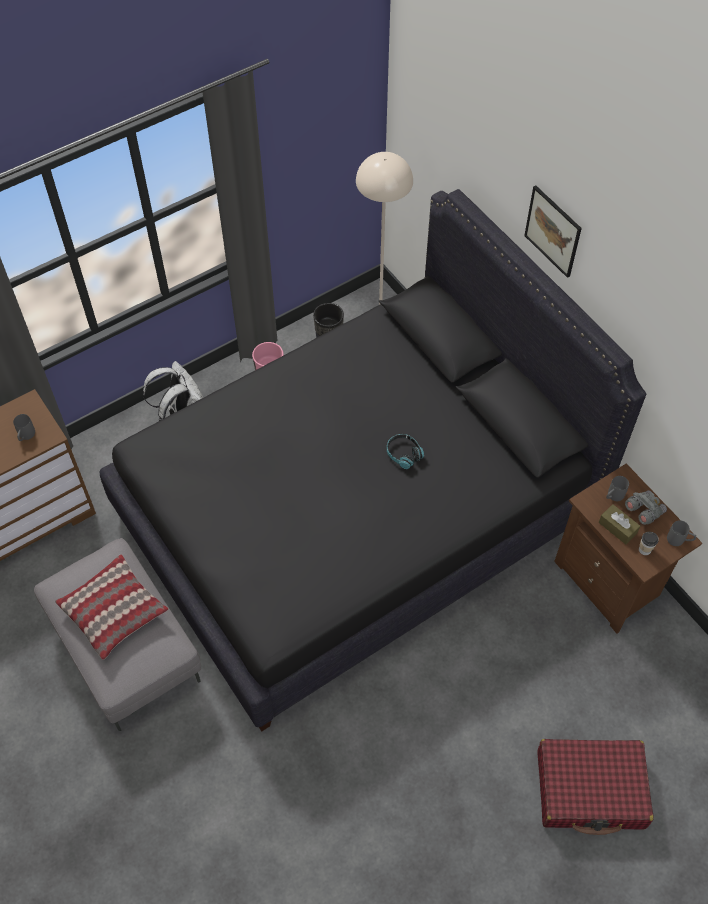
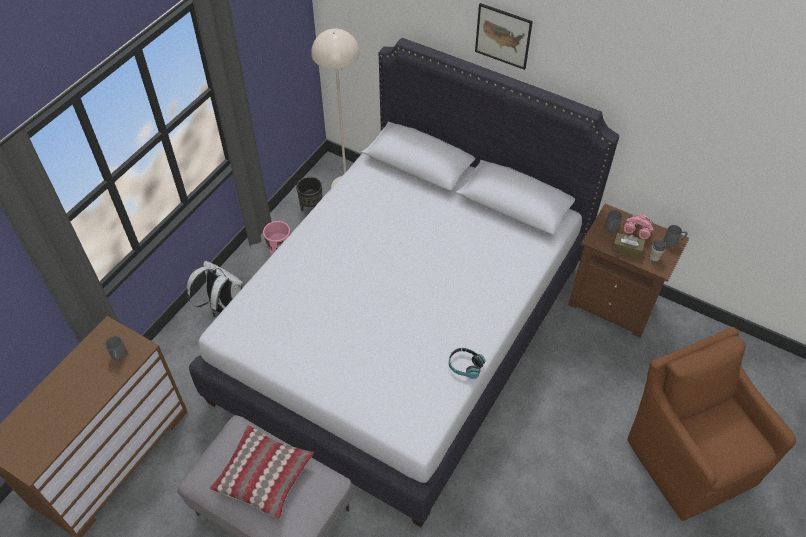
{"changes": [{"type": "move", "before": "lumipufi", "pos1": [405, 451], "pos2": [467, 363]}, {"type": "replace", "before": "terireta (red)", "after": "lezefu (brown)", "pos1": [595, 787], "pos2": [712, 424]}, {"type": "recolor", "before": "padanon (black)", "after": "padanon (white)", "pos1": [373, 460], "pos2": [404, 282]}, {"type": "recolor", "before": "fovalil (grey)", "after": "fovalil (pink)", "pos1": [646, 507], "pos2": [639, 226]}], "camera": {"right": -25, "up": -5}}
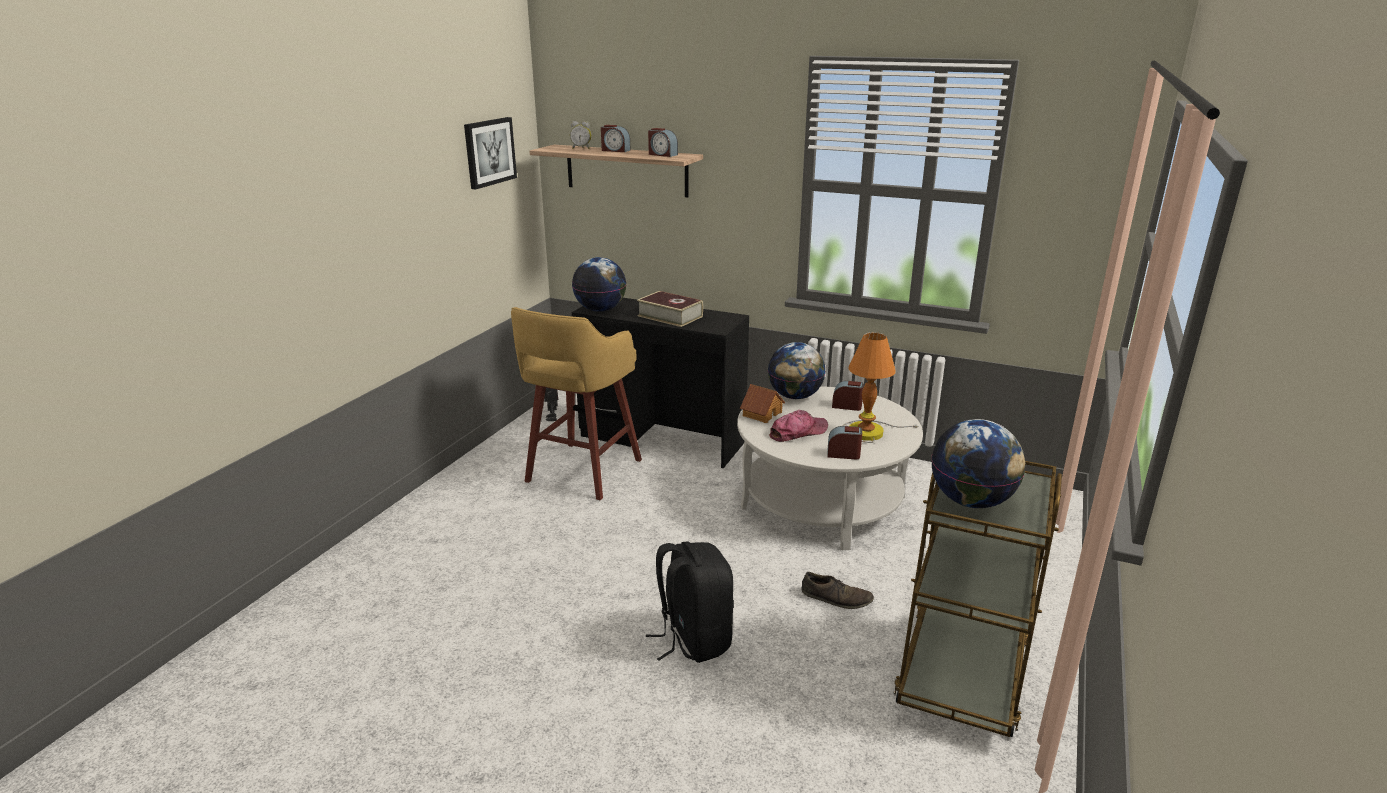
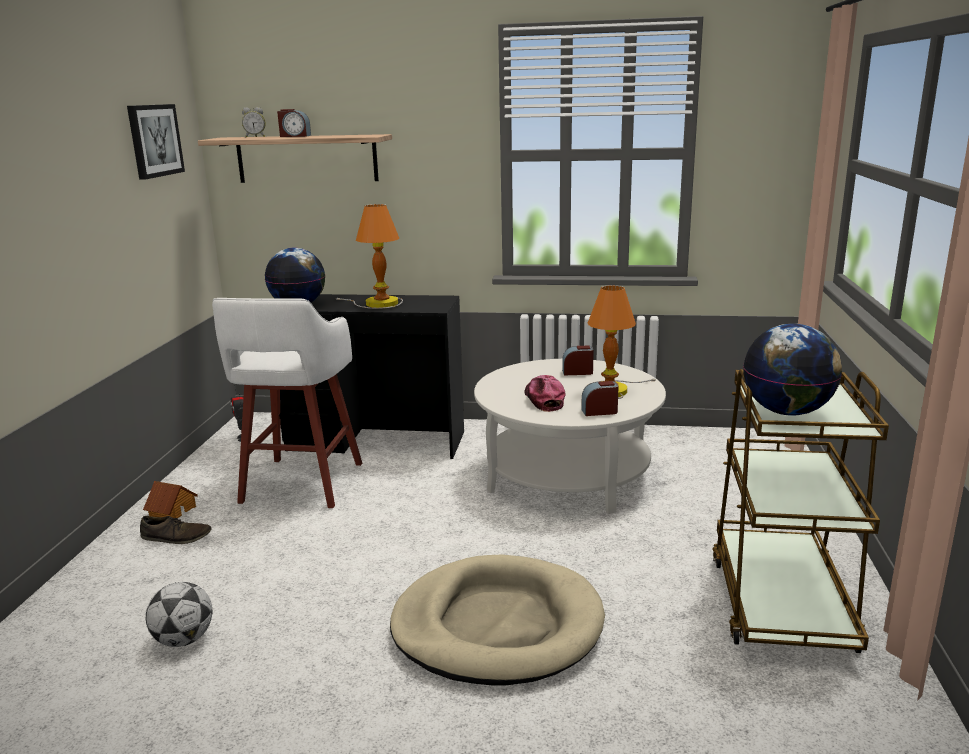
{"changes": [{"type": "delete", "before": "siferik", "pos1": [663, 142]}, {"type": "delete", "before": "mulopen", "pos1": [797, 370]}, {"type": "insert", "after": "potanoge", "pos2": [179, 614]}, {"type": "move", "before": "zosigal", "pos1": [762, 403], "pos2": [170, 500]}, {"type": "move", "before": "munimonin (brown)", "pos1": [837, 590], "pos2": [176, 530]}, {"type": "replace", "before": "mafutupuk", "after": "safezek", "pos1": [670, 309], "pos2": [369, 256]}, {"type": "replace", "before": "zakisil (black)", "after": "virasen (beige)", "pos1": [690, 602], "pos2": [497, 619]}, {"type": "recolor", "before": "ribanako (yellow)", "after": "ribanako (white)", "pos1": [576, 403], "pos2": [287, 403]}, {"type": "rotate", "before": "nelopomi", "pos1": [798, 426], "pos2": [545, 393], "turn": -60}], "camera": {"right": -15, "up": -5}}
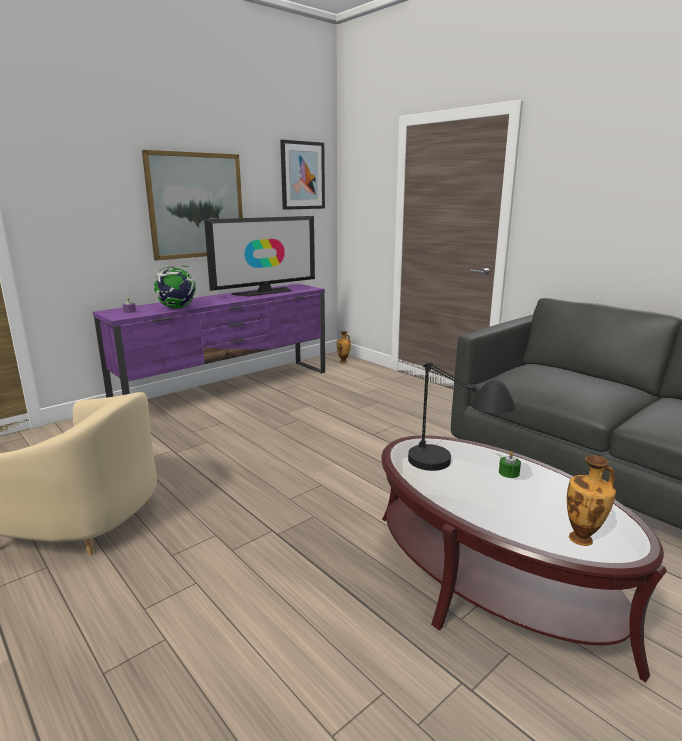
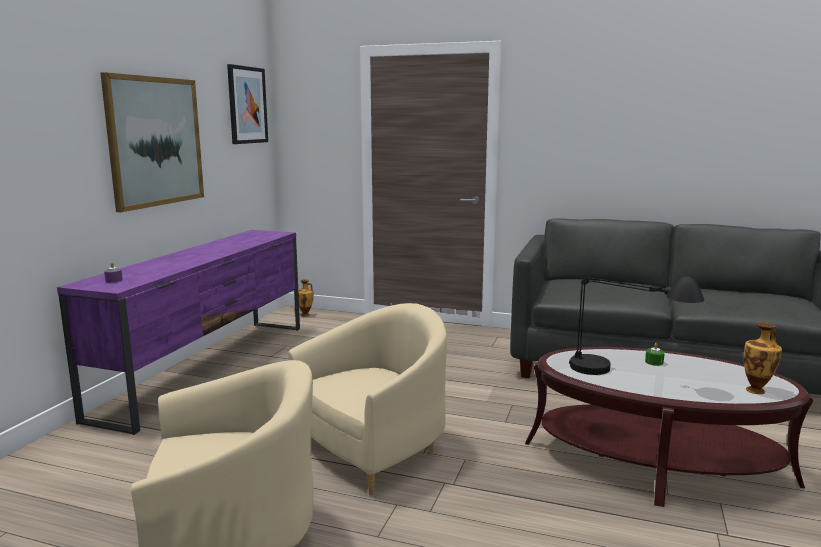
{"changes": [{"type": "delete", "before": "mulopen", "pos1": [175, 287]}, {"type": "delete", "before": "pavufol", "pos1": [259, 256]}, {"type": "insert", "after": "lezefu (beige)", "pos2": [367, 399]}], "camera": {"right": -30, "up": -5}}
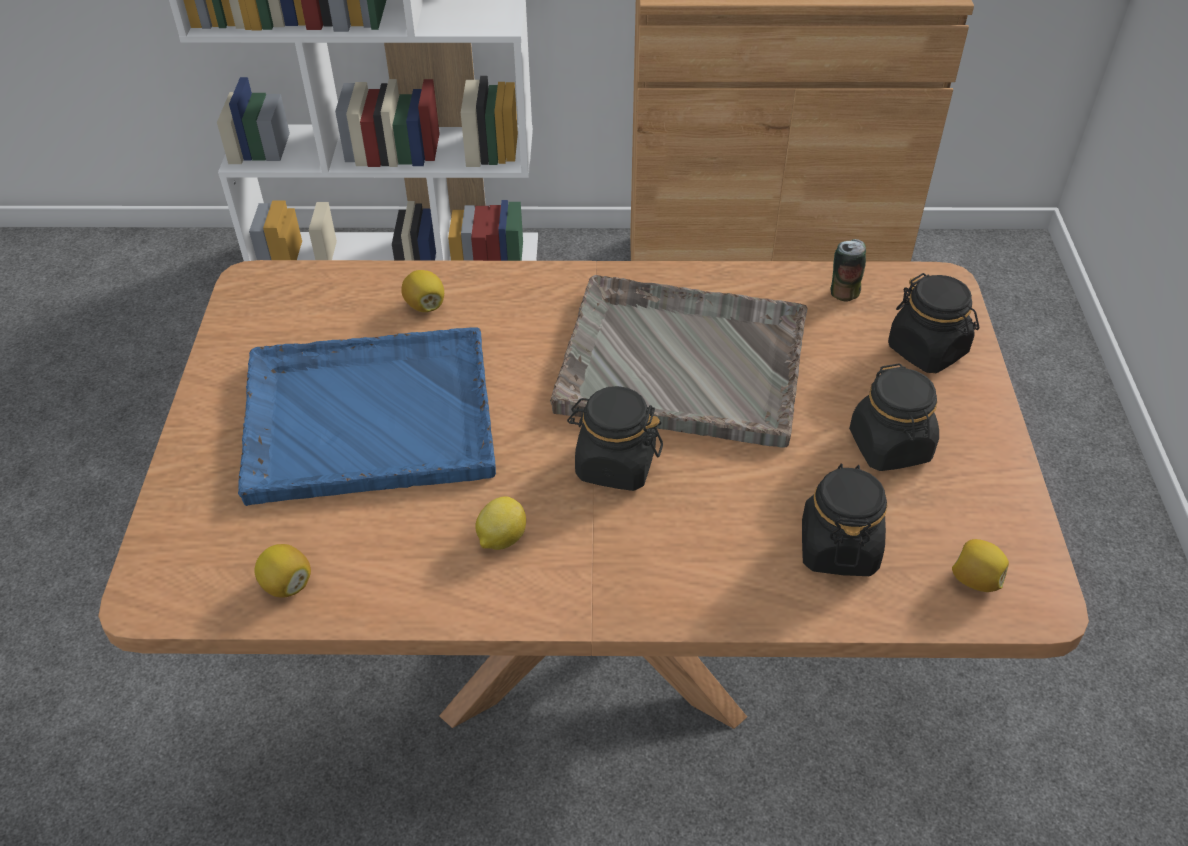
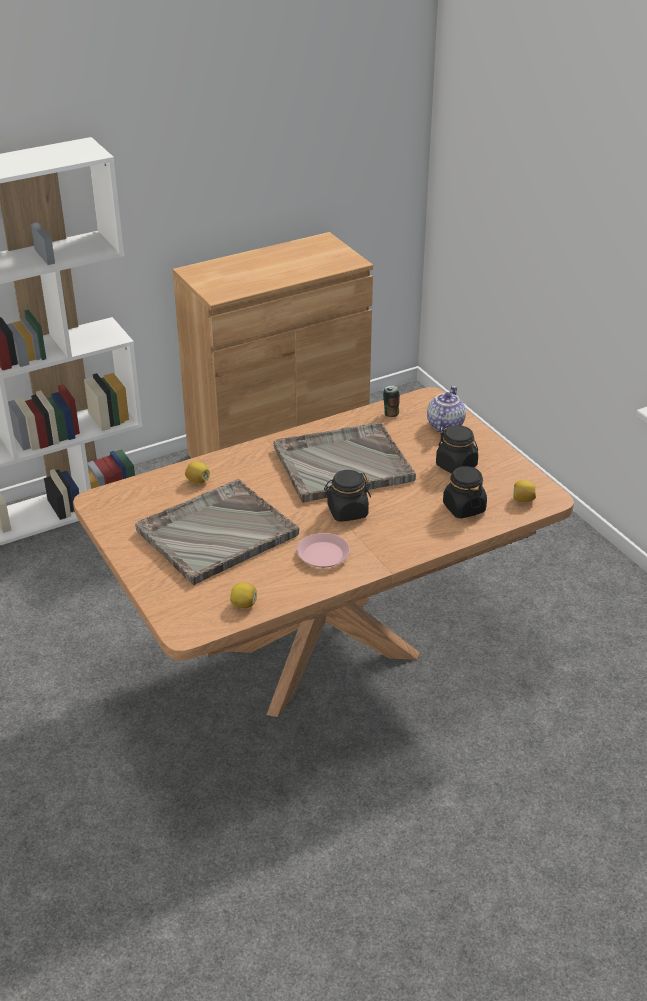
{"changes": [{"type": "replace", "before": "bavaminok", "after": "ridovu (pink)", "pos1": [500, 523], "pos2": [323, 550]}, {"type": "replace", "before": "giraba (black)", "after": "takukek", "pos1": [933, 323], "pos2": [446, 409]}, {"type": "recolor", "before": "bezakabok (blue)", "after": "bezakabok (grey)", "pos1": [367, 416], "pos2": [217, 532]}], "camera": {"right": -30, "up": -10}}
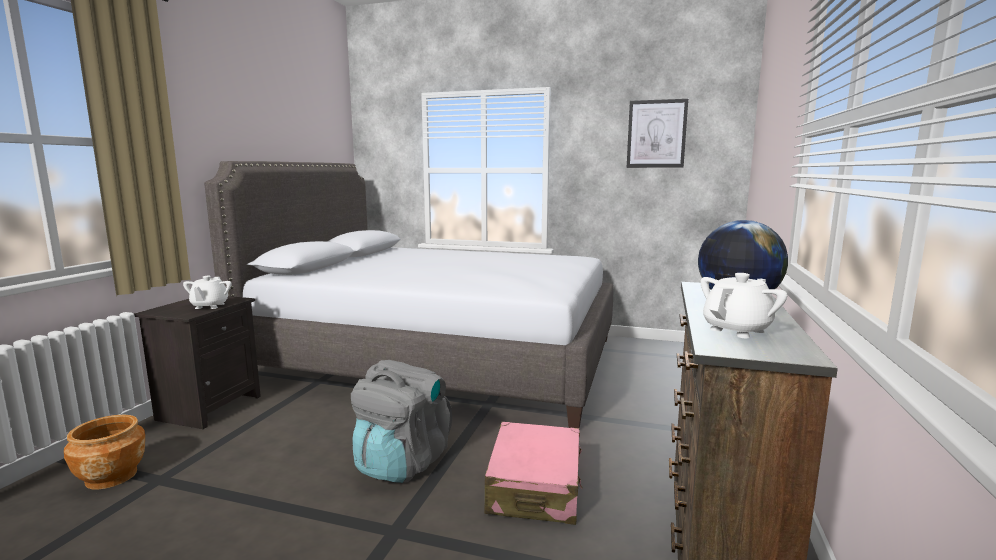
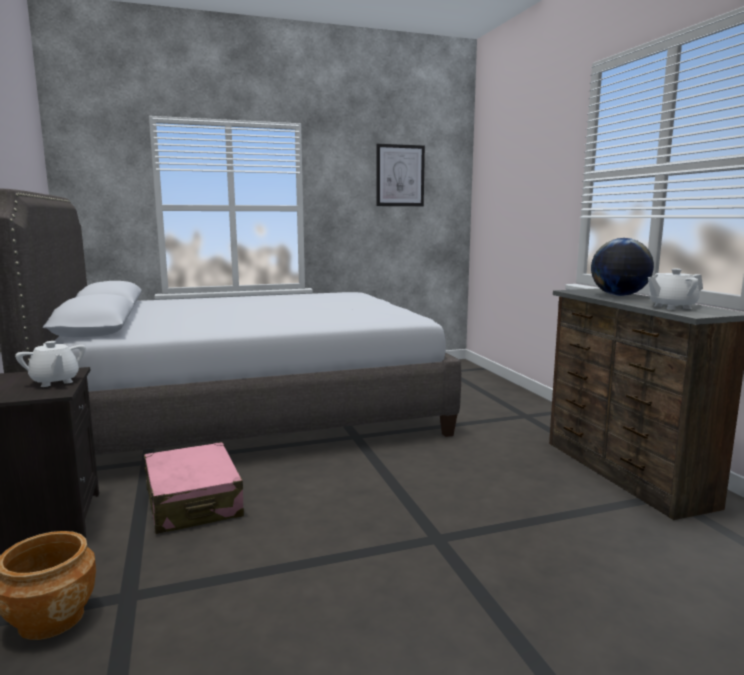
{"changes": [{"type": "delete", "before": "zakisil (grey)", "pos1": [401, 421]}, {"type": "move", "before": "terireta (pink)", "pos1": [533, 473], "pos2": [194, 488]}, {"type": "rotate", "before": "takukek (white)", "pos1": [744, 305], "pos2": [675, 289], "turn": -120}], "camera": {"right": -35, "up": 0}}
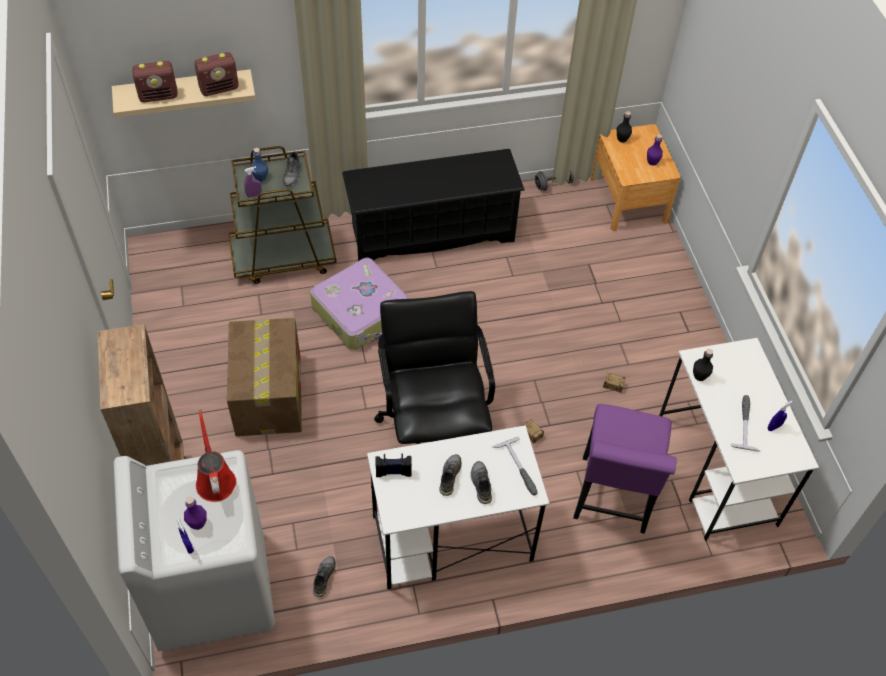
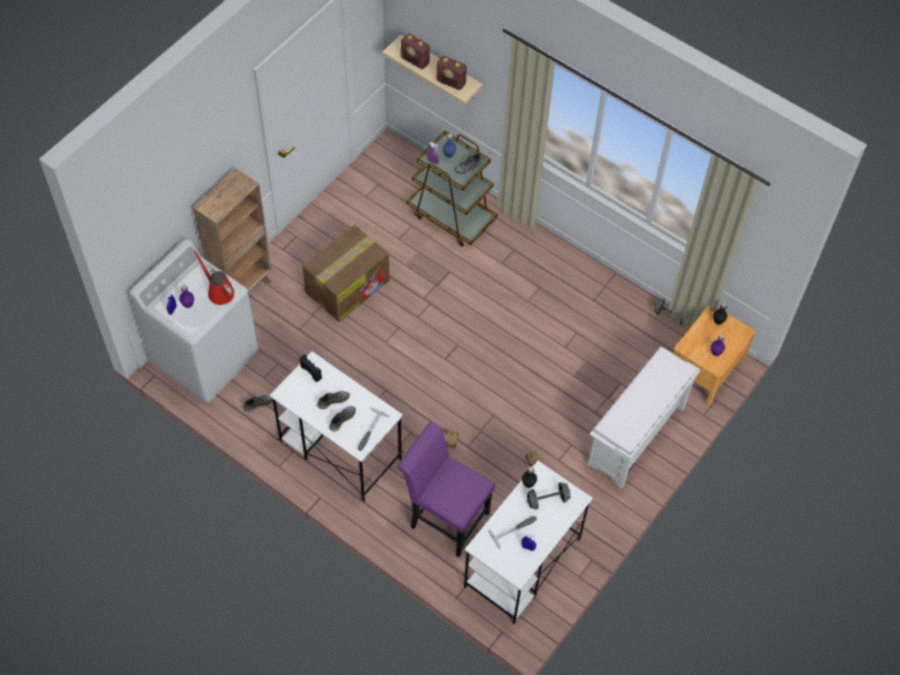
{"changes": [{"type": "delete", "before": "terireta", "pos1": [359, 304]}, {"type": "delete", "before": "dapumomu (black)", "pos1": [433, 205]}, {"type": "delete", "before": "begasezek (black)", "pos1": [434, 367]}, {"type": "insert", "after": "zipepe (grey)", "pos2": [548, 496]}, {"type": "insert", "after": "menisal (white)", "pos2": [643, 418]}, {"type": "rotate", "before": "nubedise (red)", "pos1": [216, 456], "pos2": [214, 278], "turn": -75}, {"type": "rotate", "before": "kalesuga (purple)", "pos1": [625, 469], "pos2": [446, 489], "turn": 60}], "camera": {"right": 50, "up": 5}}
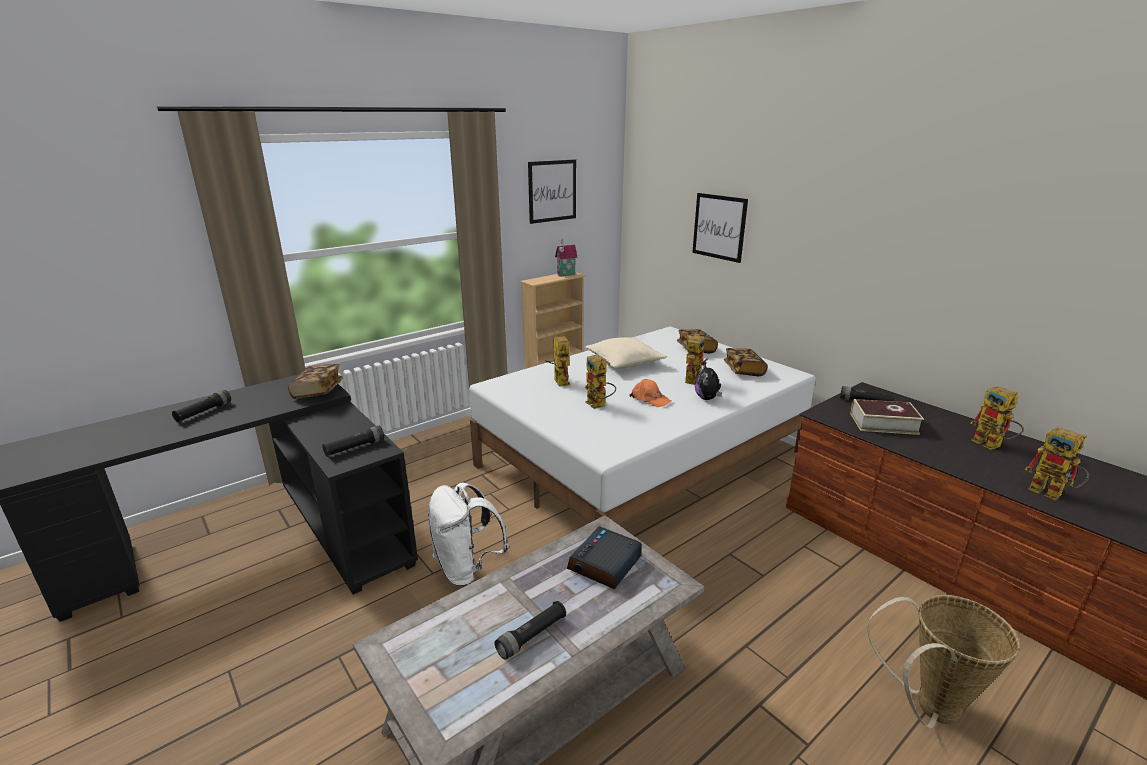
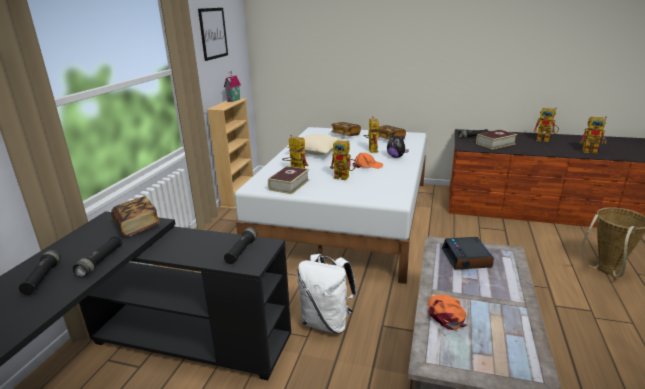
{"changes": [{"type": "delete", "before": "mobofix", "pos1": [720, 228]}, {"type": "insert", "after": "mafutupuk", "pos2": [289, 180]}, {"type": "insert", "after": "nelopomi (orange)", "pos2": [447, 312]}, {"type": "move", "before": "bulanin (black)", "pos1": [530, 630], "pos2": [97, 257]}], "camera": {"right": -35, "up": 0}}
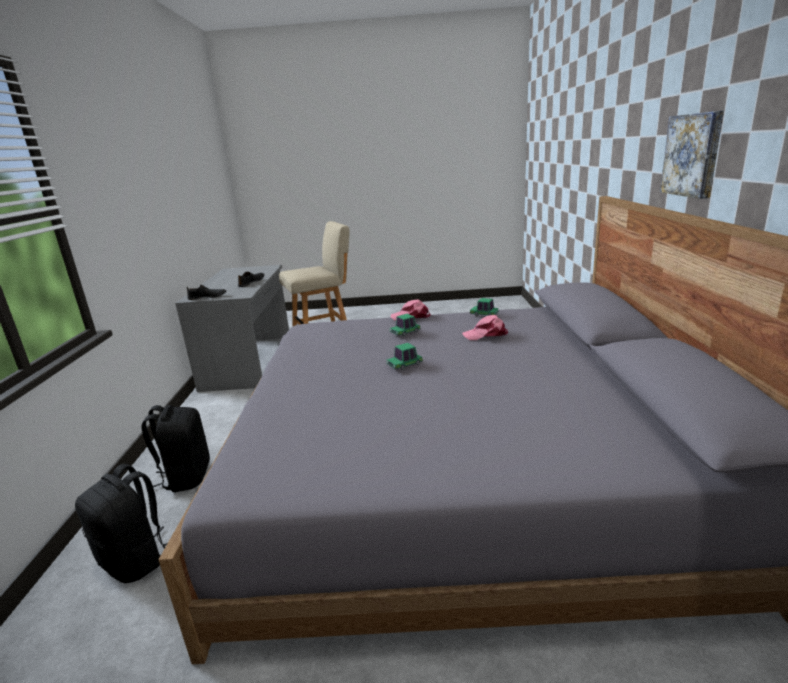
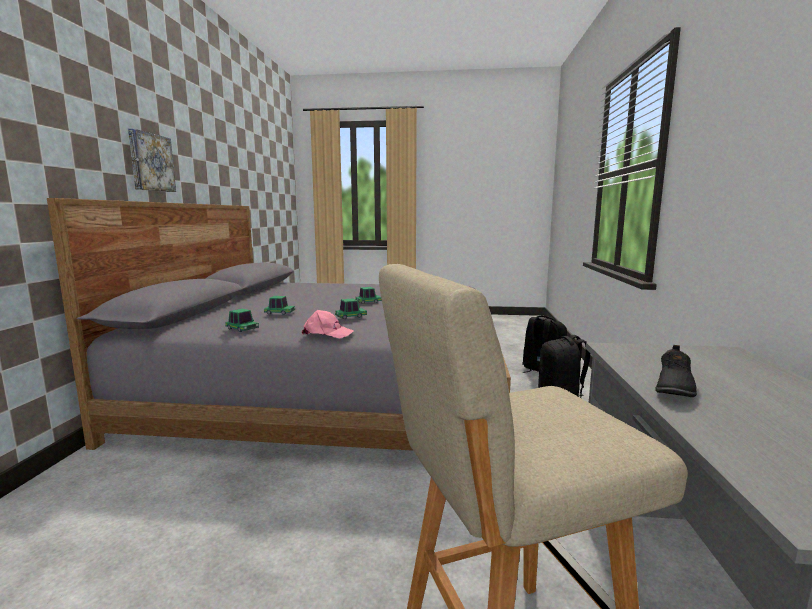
{"changes": [{"type": "delete", "before": "munimonin (black)", "pos1": [206, 292]}, {"type": "replace", "before": "nelopomi (pink)", "after": "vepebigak", "pos1": [485, 327], "pos2": [279, 305]}], "camera": {"right": -175, "up": -10}}
